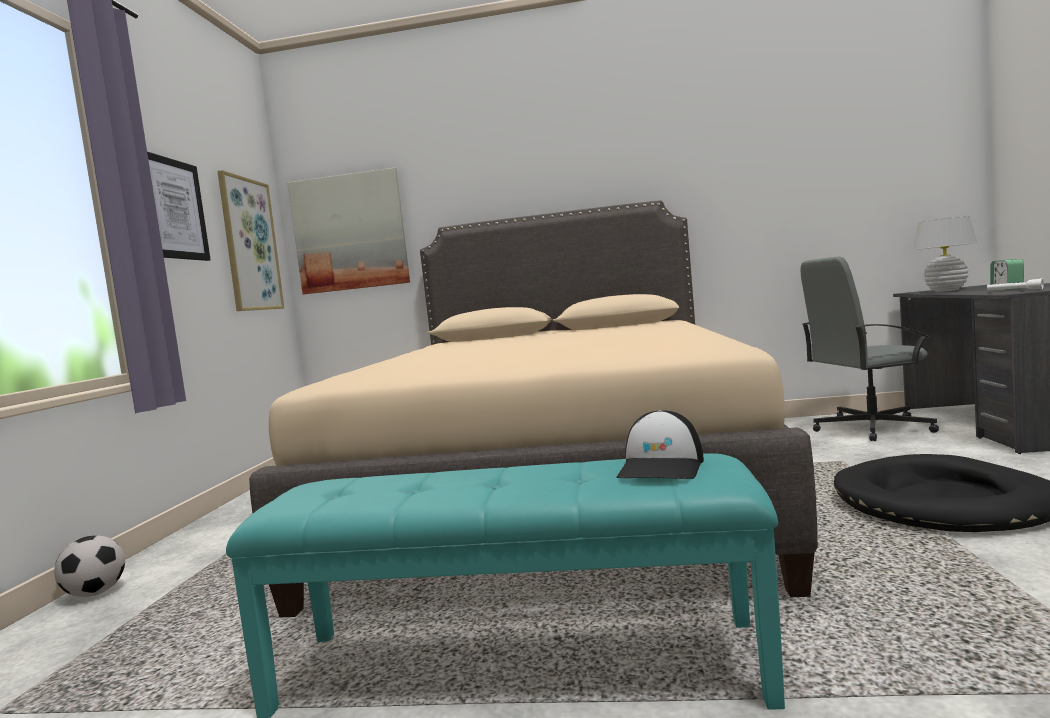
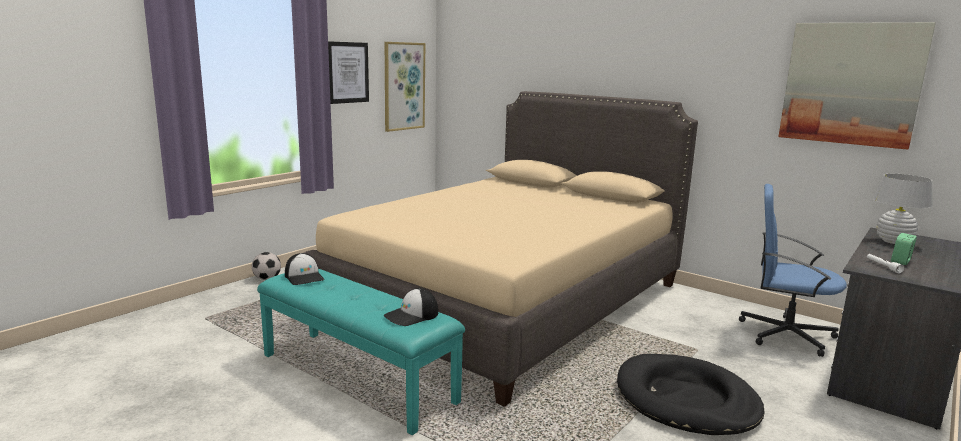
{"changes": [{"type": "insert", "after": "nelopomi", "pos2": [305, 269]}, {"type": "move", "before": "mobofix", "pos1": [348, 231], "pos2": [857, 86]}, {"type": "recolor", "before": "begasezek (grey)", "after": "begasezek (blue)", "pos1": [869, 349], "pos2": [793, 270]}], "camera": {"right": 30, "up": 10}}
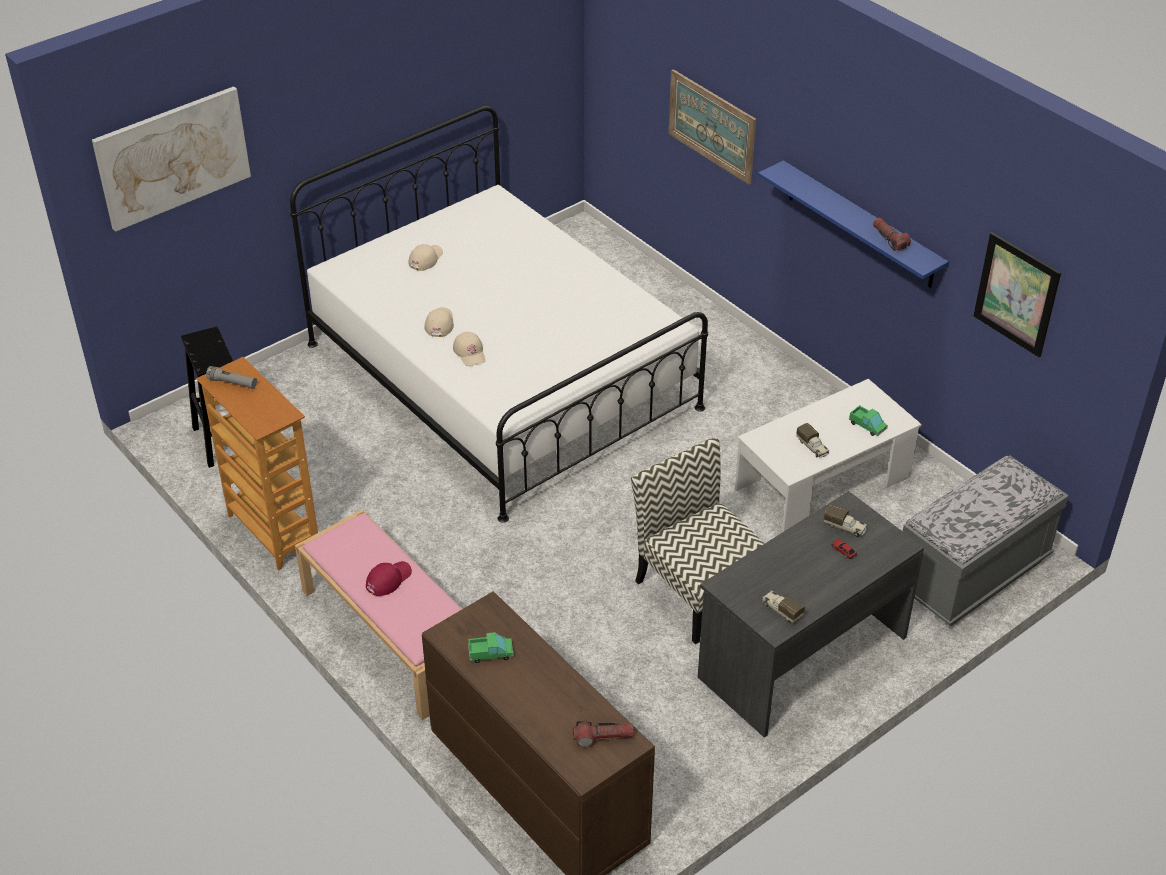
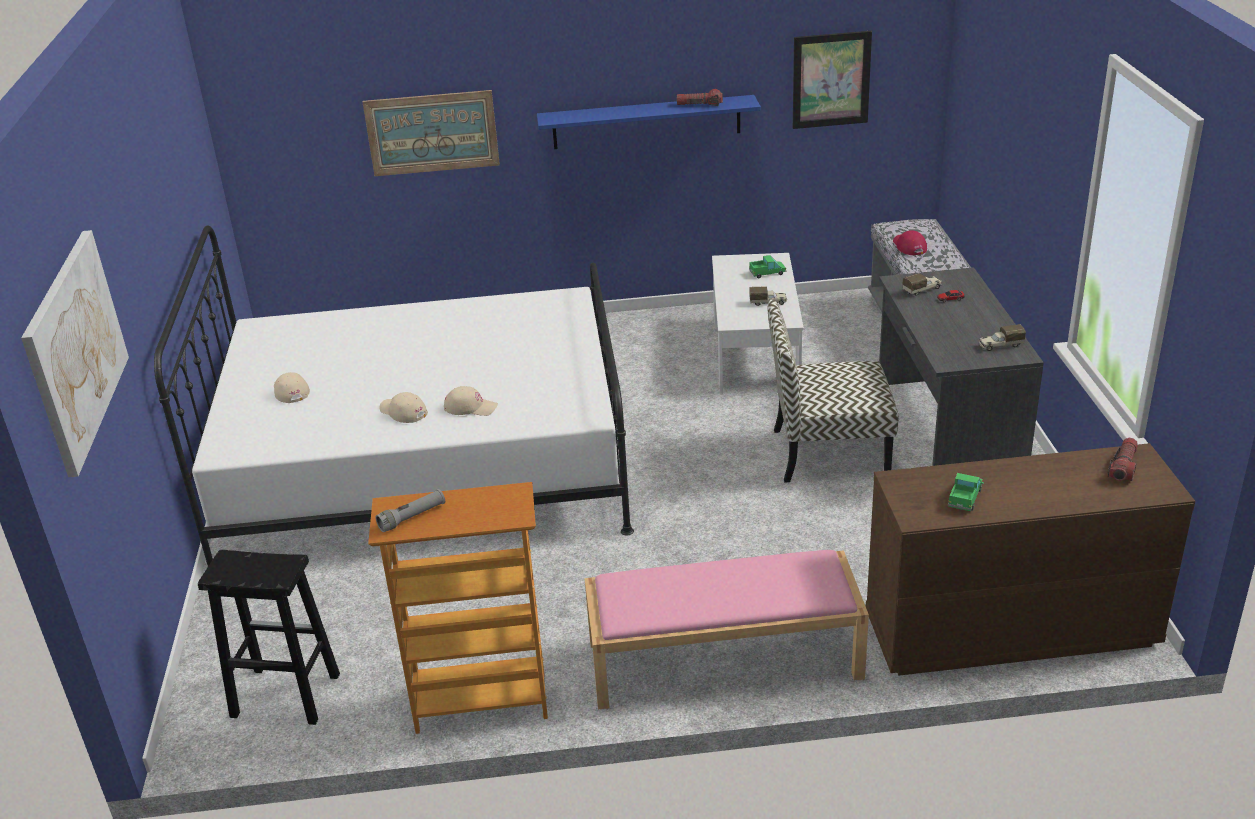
{"changes": [{"type": "move", "before": "nelopomi (red)", "pos1": [389, 578], "pos2": [910, 242]}], "camera": {"right": -55, "up": -10}}
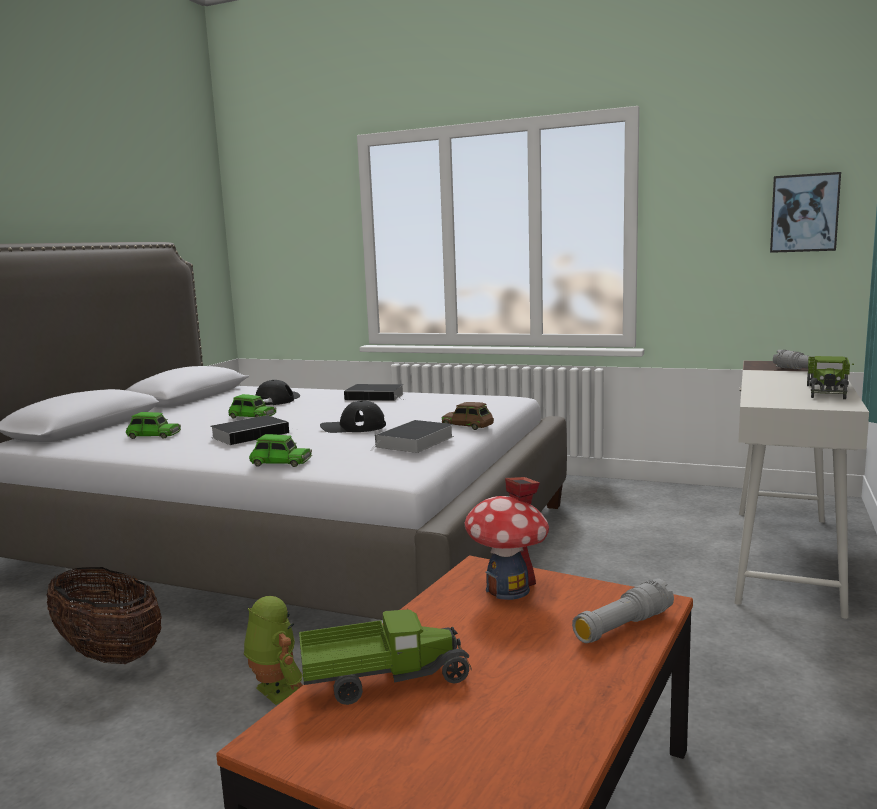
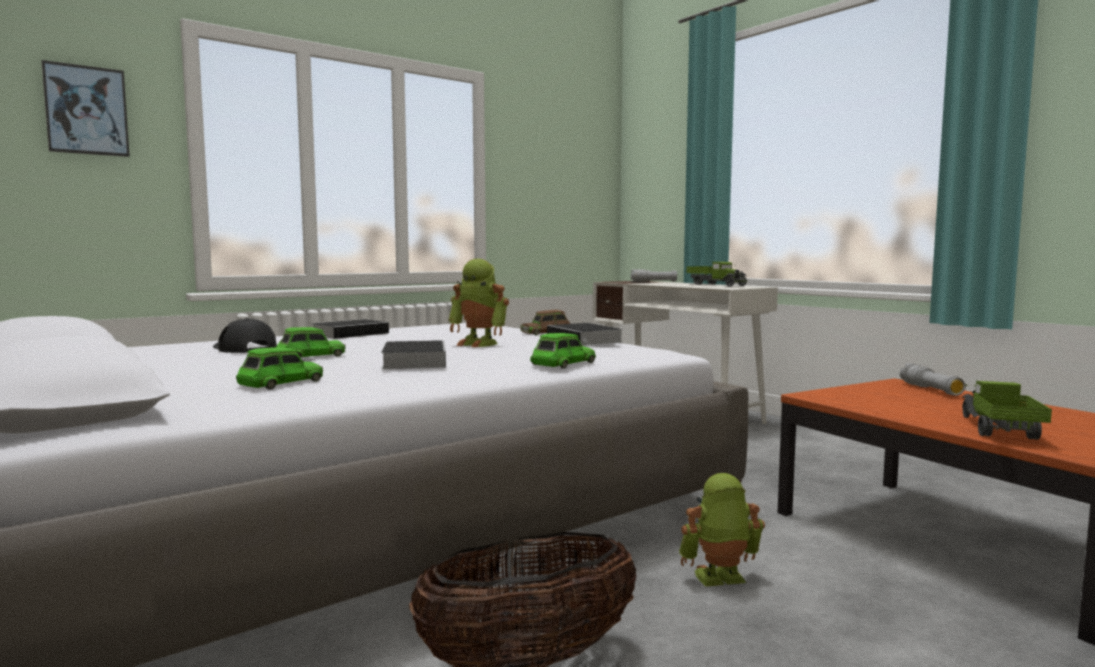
{"changes": [{"type": "delete", "before": "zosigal", "pos1": [507, 538]}, {"type": "move", "before": "mobofix", "pos1": [805, 212], "pos2": [85, 108]}, {"type": "replace", "before": "nelopomi (black)", "after": "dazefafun", "pos1": [353, 416], "pos2": [479, 303]}], "camera": {"right": -60, "up": -5}}
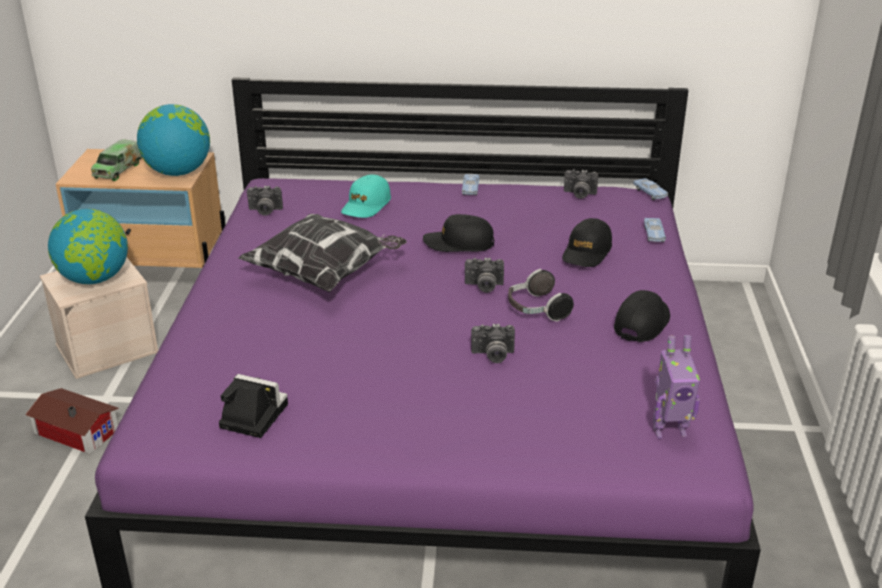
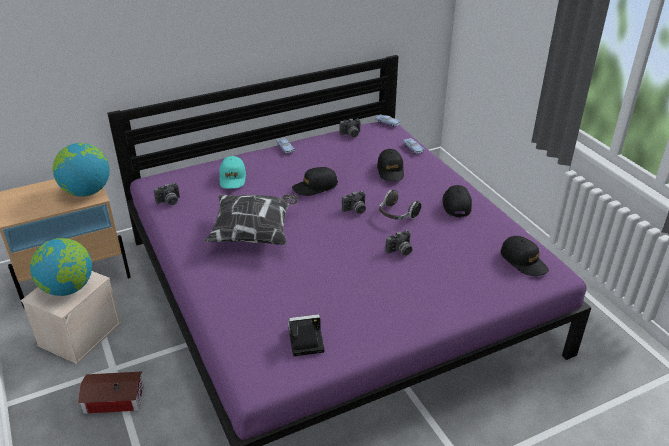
{"changes": [{"type": "delete", "before": "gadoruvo", "pos1": [116, 160]}, {"type": "replace", "before": "dazefafun", "after": "nelopomi (black)", "pos1": [676, 387], "pos2": [525, 256]}], "camera": {"right": -30, "up": 5}}
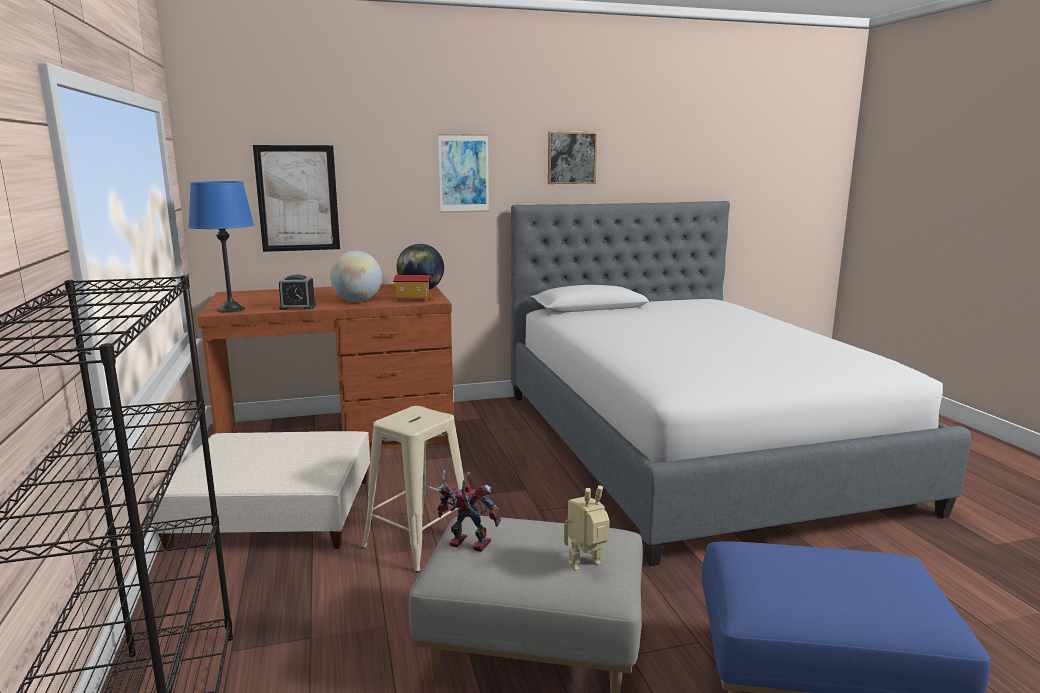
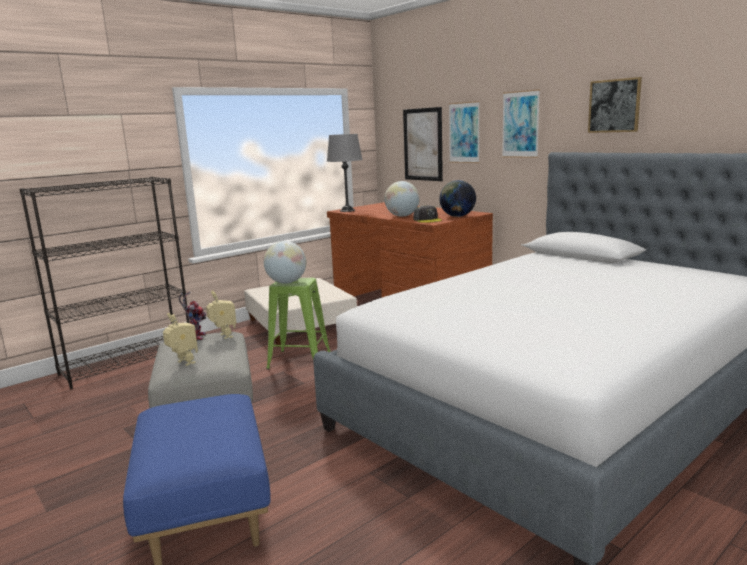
{"changes": [{"type": "delete", "before": "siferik", "pos1": [297, 292]}, {"type": "insert", "after": "dazefafun", "pos2": [221, 315]}, {"type": "insert", "after": "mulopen", "pos2": [285, 262]}, {"type": "insert", "after": "mobofix", "pos2": [464, 132]}, {"type": "replace", "before": "zosigal", "after": "nelopomi (grey)", "pos1": [413, 288], "pos2": [427, 214]}, {"type": "recolor", "before": "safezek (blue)", "after": "safezek (grey)", "pos1": [221, 247], "pos2": [345, 173]}, {"type": "recolor", "before": "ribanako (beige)", "after": "ribanako (green)", "pos1": [413, 489], "pos2": [298, 324]}], "camera": {"right": 65, "up": 0}}
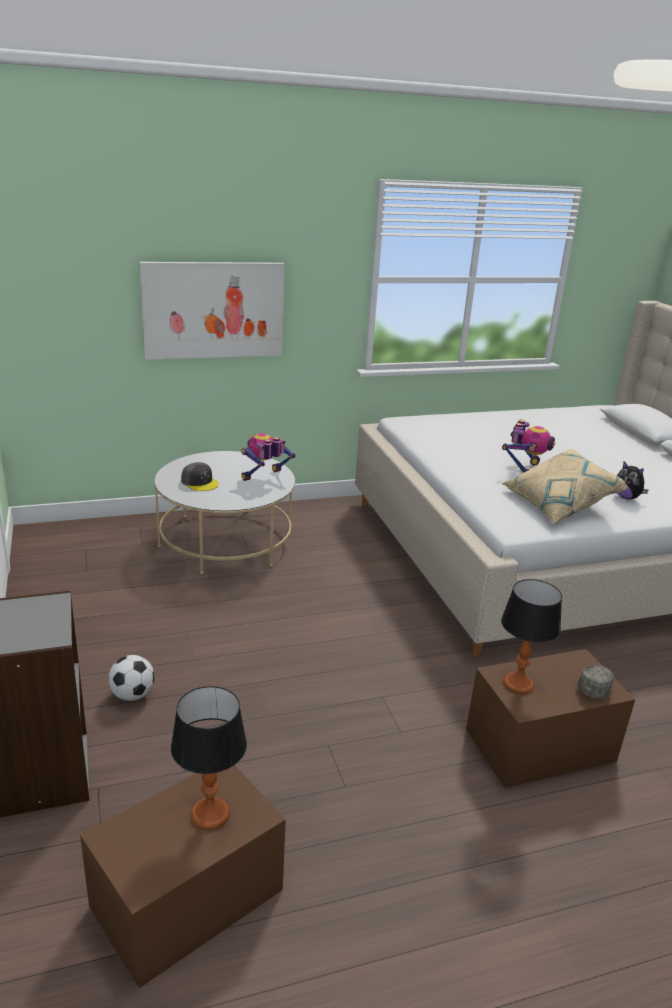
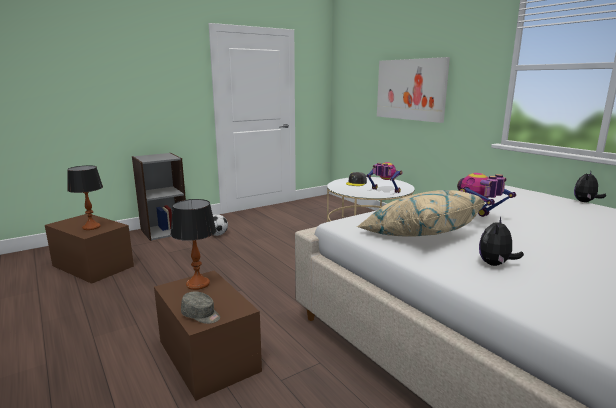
{"changes": [{"type": "insert", "after": "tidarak", "pos2": [590, 186]}, {"type": "rotate", "before": "dazefafun", "pos1": [528, 446], "pos2": [486, 195], "turn": 135}], "camera": {"right": 75, "up": -10}}
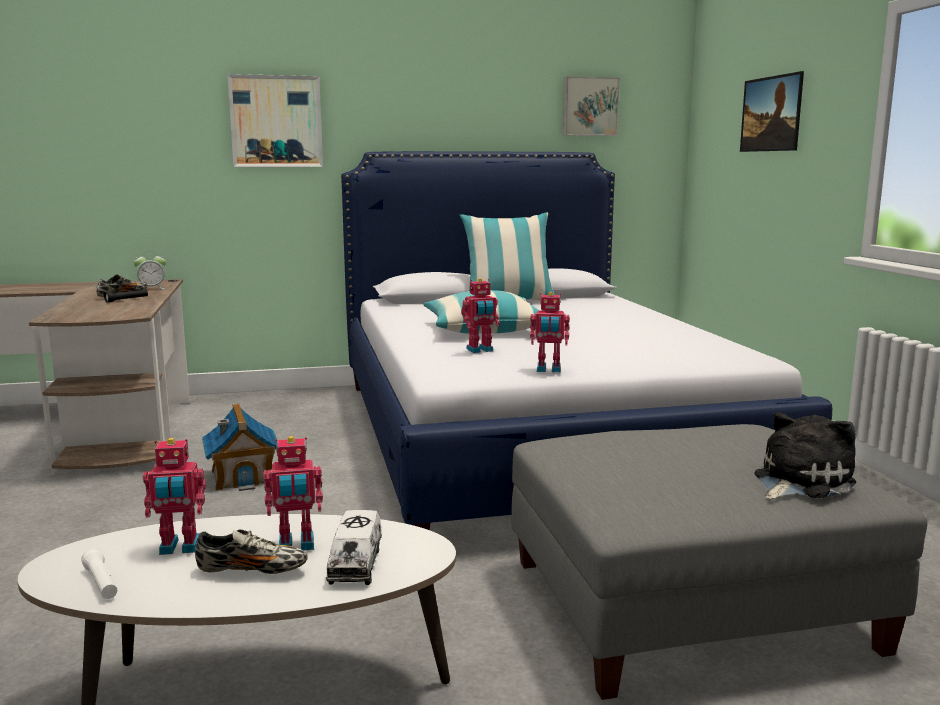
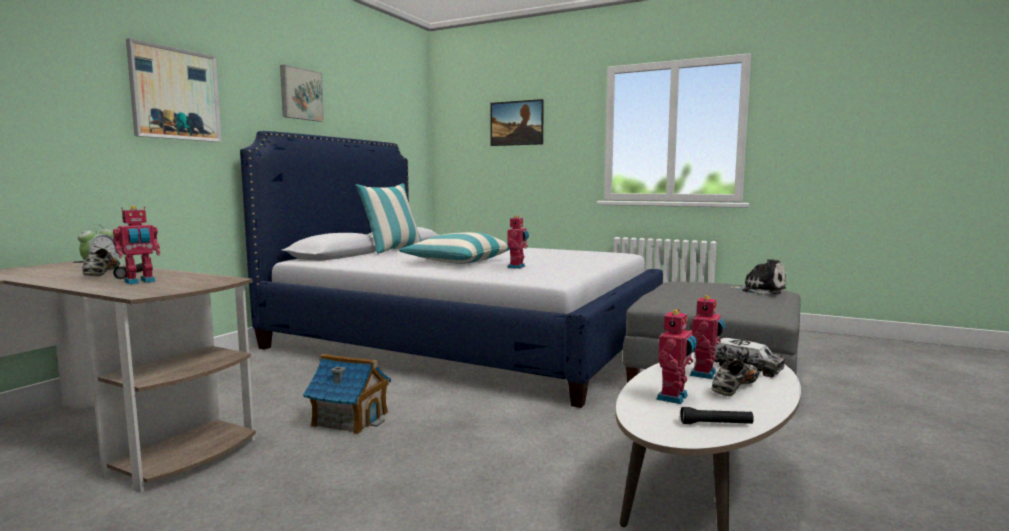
{"changes": [{"type": "move", "before": "dazefafun", "pos1": [550, 332], "pos2": [136, 245]}, {"type": "move", "before": "mobofix", "pos1": [591, 106], "pos2": [302, 93]}, {"type": "recolor", "before": "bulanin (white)", "after": "bulanin (black)", "pos1": [99, 573], "pos2": [717, 415]}, {"type": "rotate", "before": "tidarak", "pos1": [805, 456], "pos2": [759, 277], "turn": 120}], "camera": {"right": -50, "up": -5}}
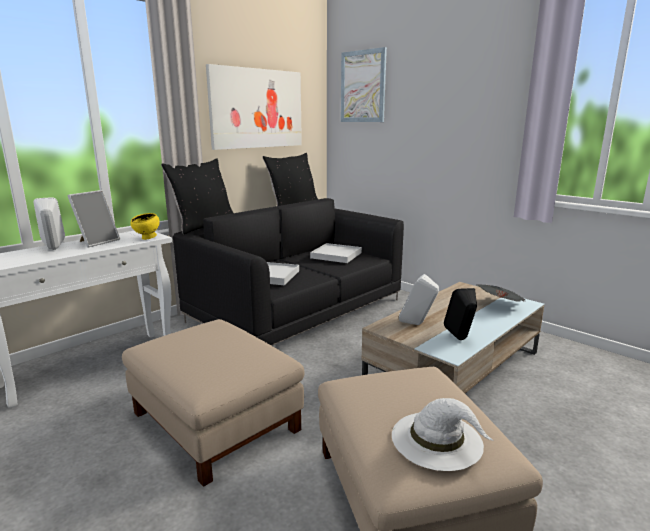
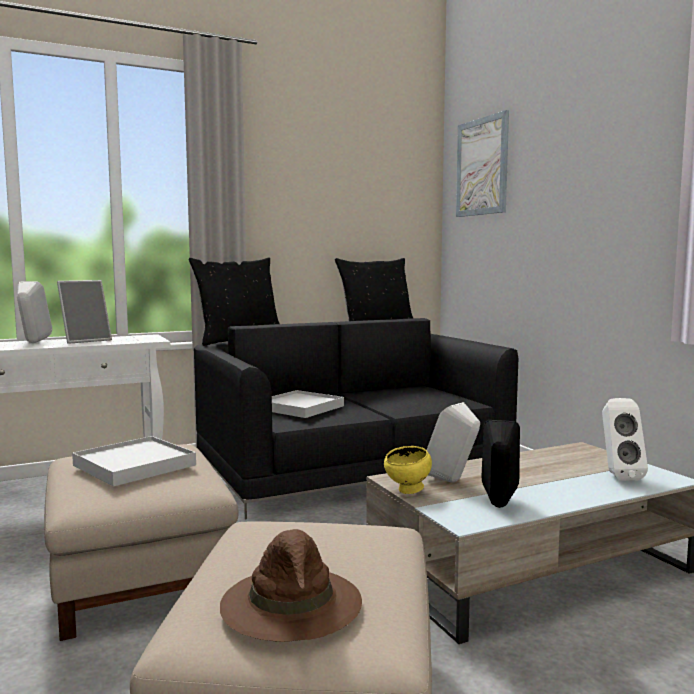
{"changes": [{"type": "delete", "before": "mobofix", "pos1": [254, 107]}, {"type": "move", "before": "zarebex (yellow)", "pos1": [145, 226], "pos2": [408, 470]}, {"type": "move", "before": "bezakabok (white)", "pos1": [336, 253], "pos2": [134, 461]}, {"type": "replace", "before": "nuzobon", "after": "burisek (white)", "pos1": [501, 293], "pos2": [625, 439]}, {"type": "recolor", "before": "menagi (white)", "after": "menagi (brown)", "pos1": [442, 434], "pos2": [291, 585]}], "camera": {"right": 20, "up": -10}}
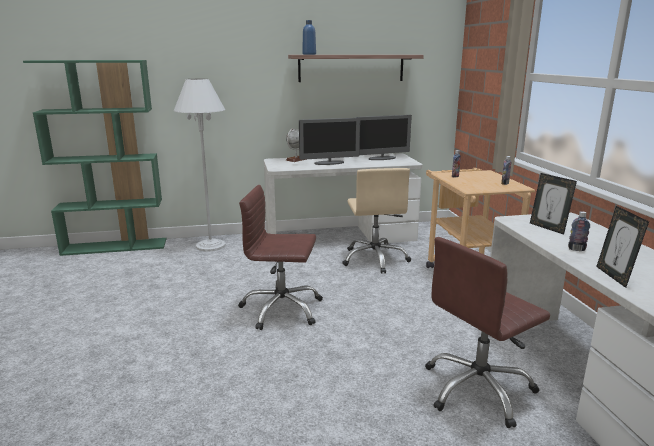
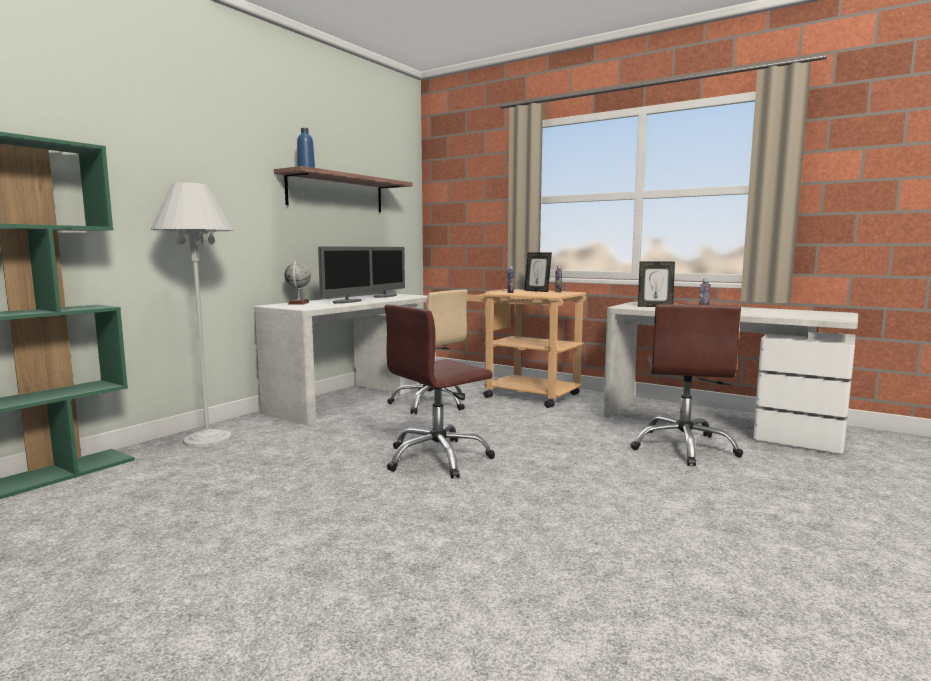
{"changes": [{"type": "move", "before": "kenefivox", "pos1": [622, 247], "pos2": [538, 272]}], "camera": {"right": -45, "up": -10}}
